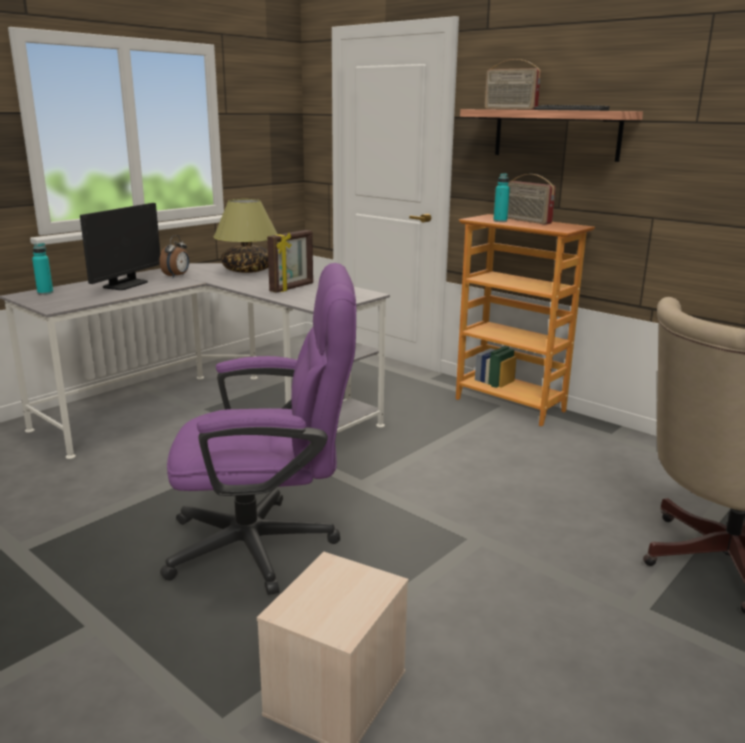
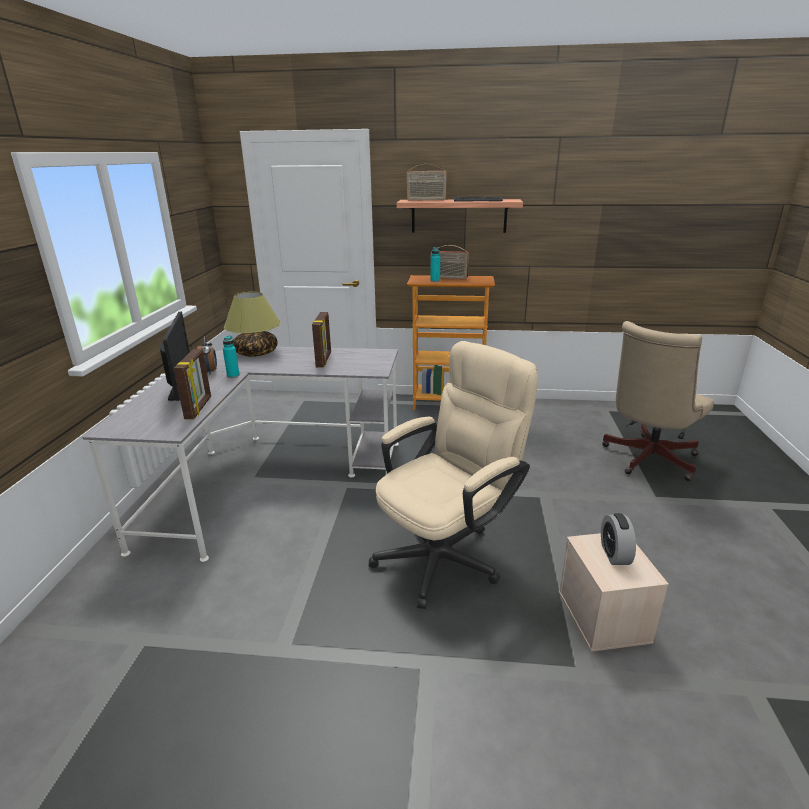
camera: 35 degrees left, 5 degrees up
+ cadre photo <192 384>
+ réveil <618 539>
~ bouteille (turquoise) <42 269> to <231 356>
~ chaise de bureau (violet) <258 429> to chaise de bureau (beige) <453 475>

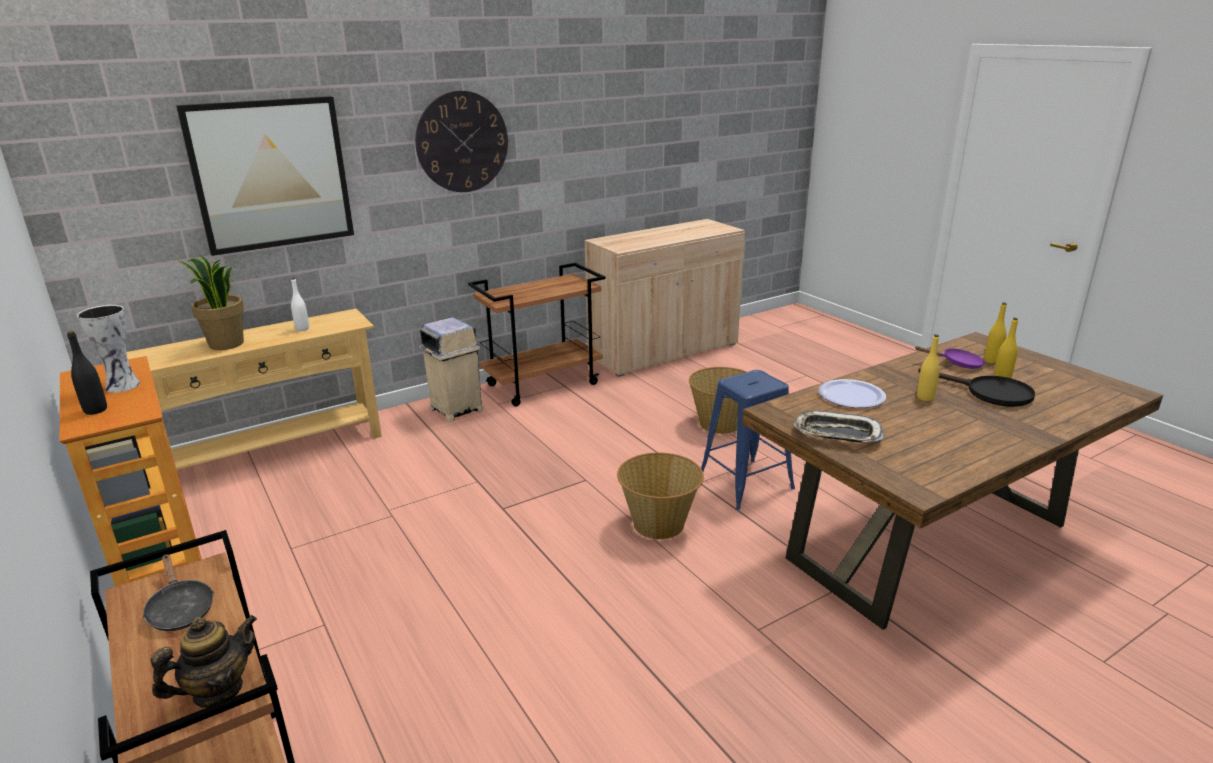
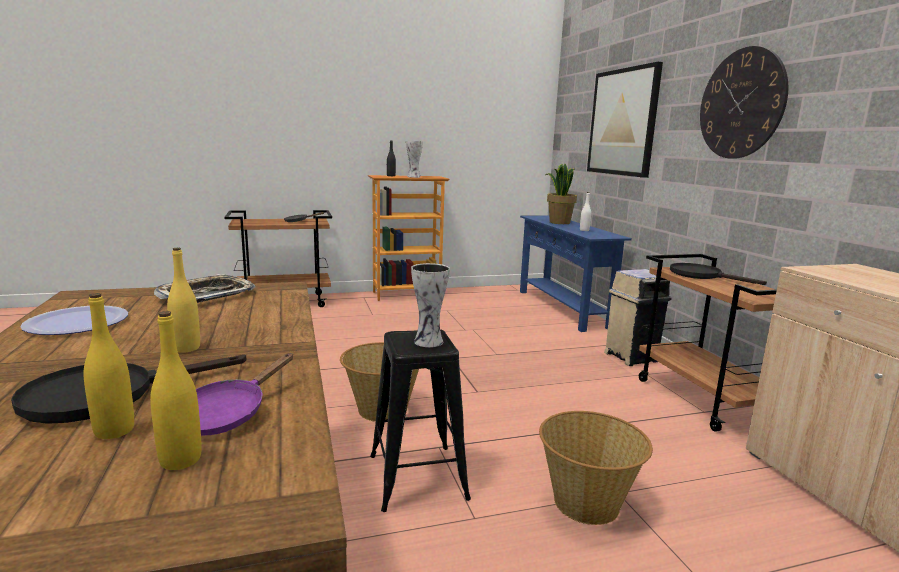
camera: 105 degrees right, 10 degrees down
- théière <204 661>
+ vase <430 305>
+ poêle (noir) <718 274>
~ assiette <852 393> to <74 320>
~ table console (beige) <254 398> to table console (bleu) <576 273>
~ tabouret (bleu) <748 440> to tabouret (noir) <420 420>

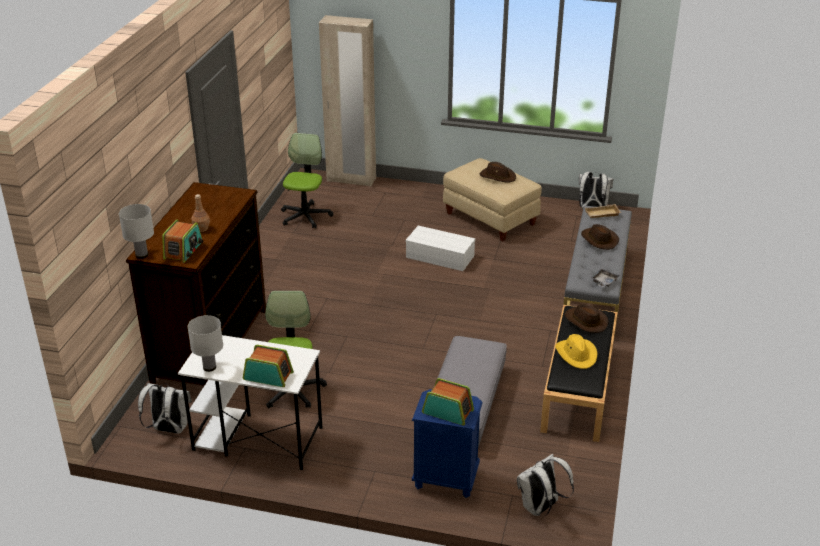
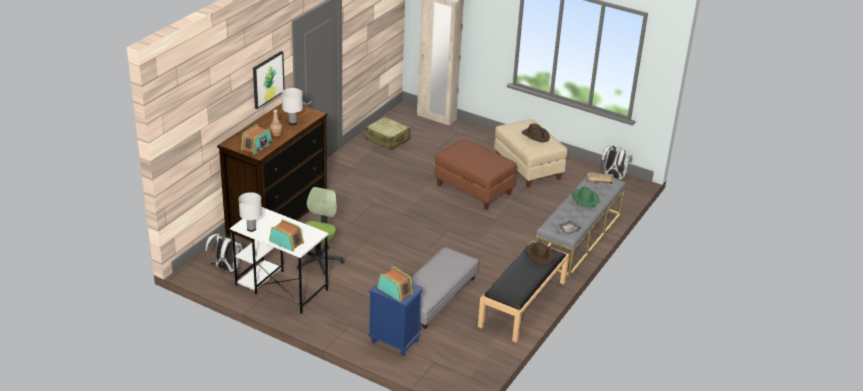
camera: 15 degrees right, 0 degrees up
- sac à dos (blanc) <545 485>
- chapeau (jaune) <576 351>
+ tableau <269 80>
~ lampe de table (blanc) <136 231> to <292 106>
~ chaise de bureau <307 180> to valise (beige) <387 133>
~ boîte de rangement (blanc) <440 248> to pouf (marron) <475 174>
~ chapeau (marron) <600 237> to chapeau (vert) <586 197>

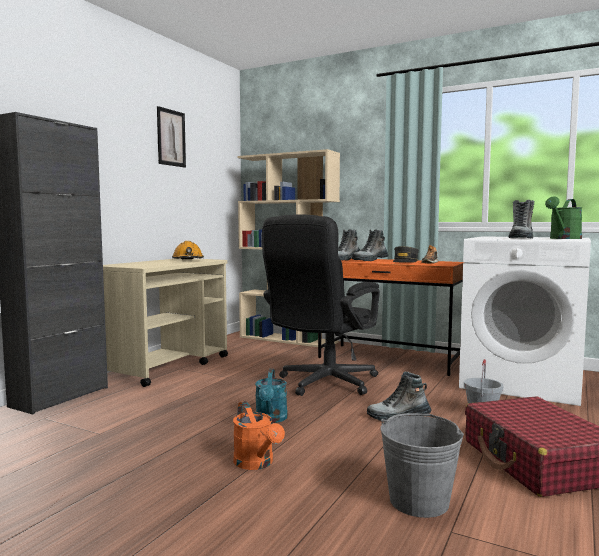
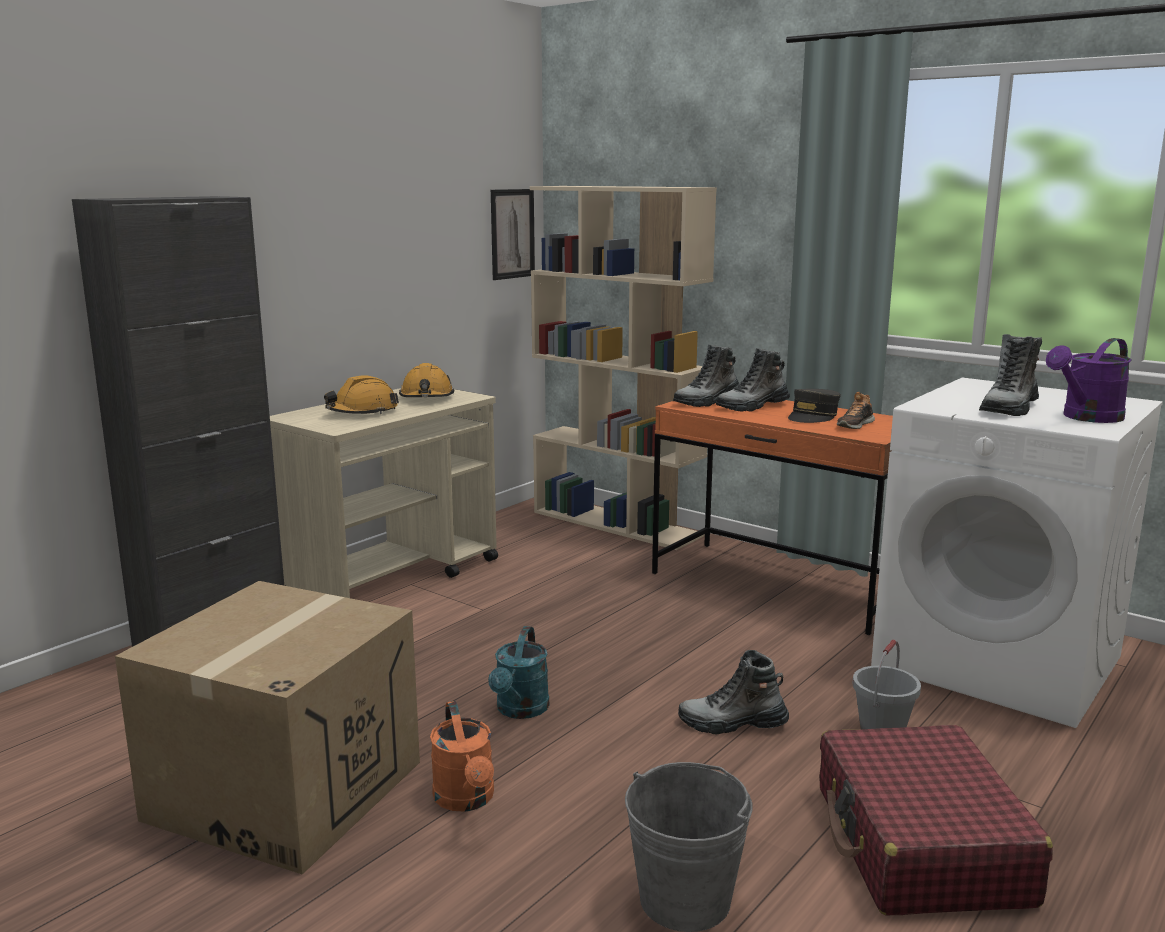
camera: 10 degrees right, 10 degrees up
- chaise de bureau (noir) <321 305>
+ carton <267 727>
+ casque de chantier (orange) <361 394>
~ tableau <171 137> to <513 234>
~ arrosoir (vert) <564 218> to arrosoir (violet) <1089 380>

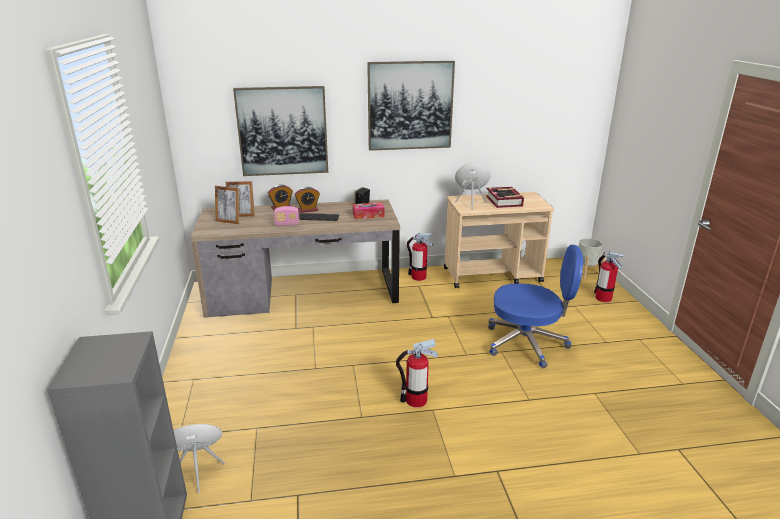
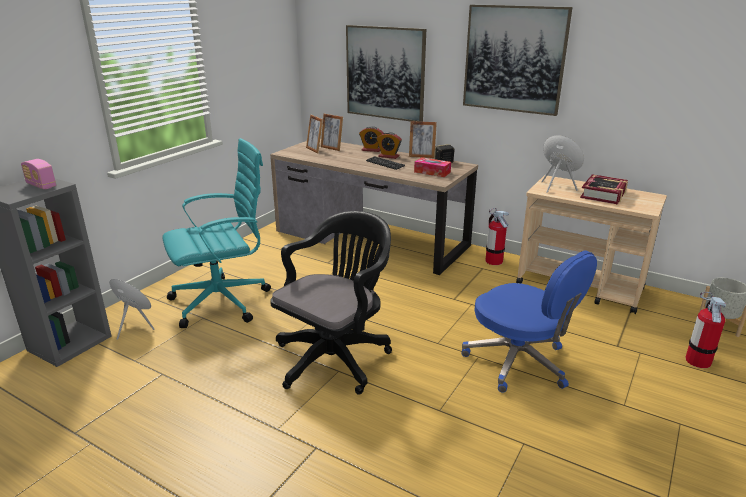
camera: 40 degrees right, 0 degrees up
+ chaise de bureau (turquoise) <216 233>
+ cadre photo <423 139>
~ radio <286 216> to <38 174>
~ extincteur <417 373> to chaise de bureau (noir) <331 303>

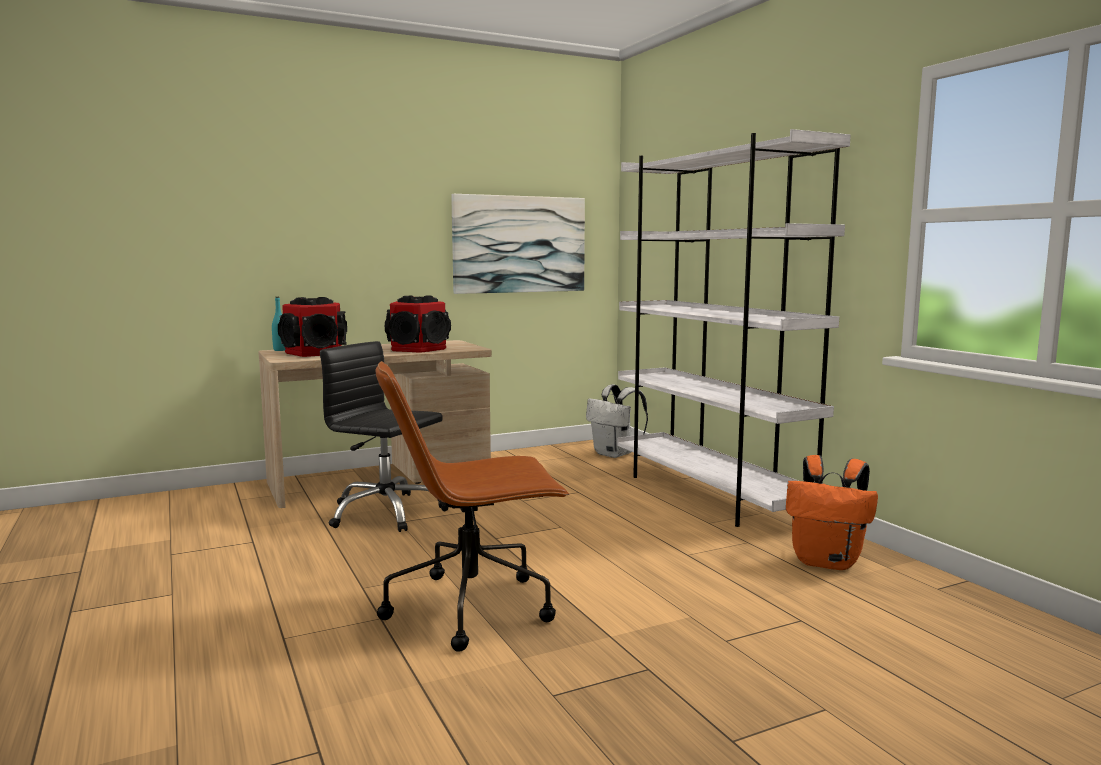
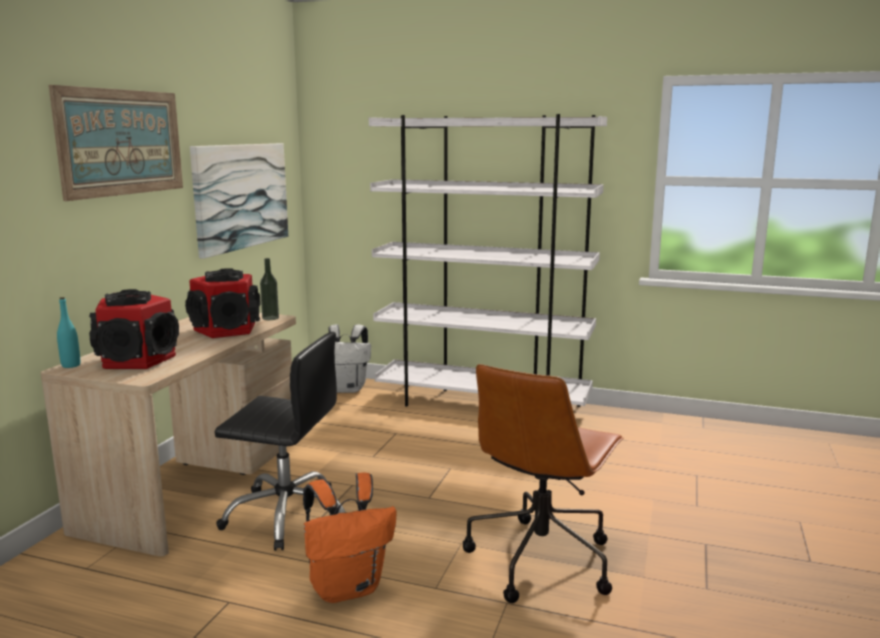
camera: 45 degrees left, 5 degrees up
+ tableau <116 143>
+ bouteille <269 289>
~ sac à dos (orange) <832 512> to <350 538>
~ chaise de bureau (noir) <384 436> = <281 441> 150 degrees counterclockwise

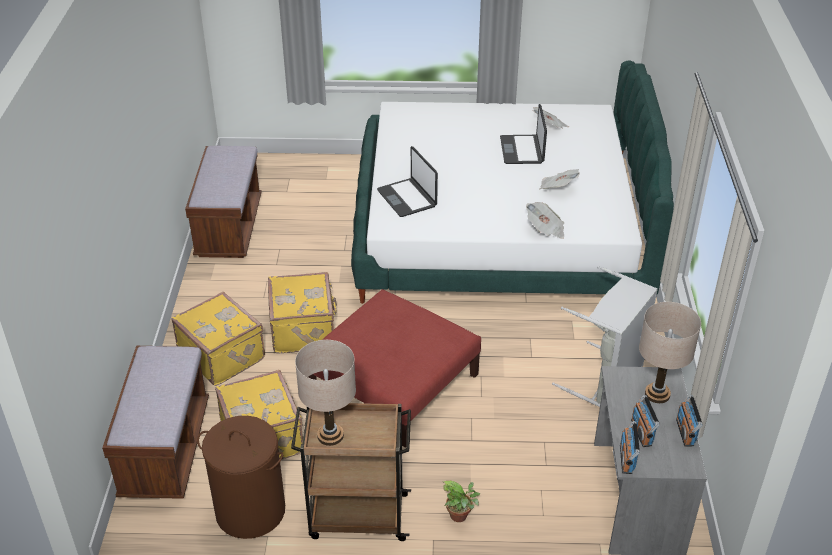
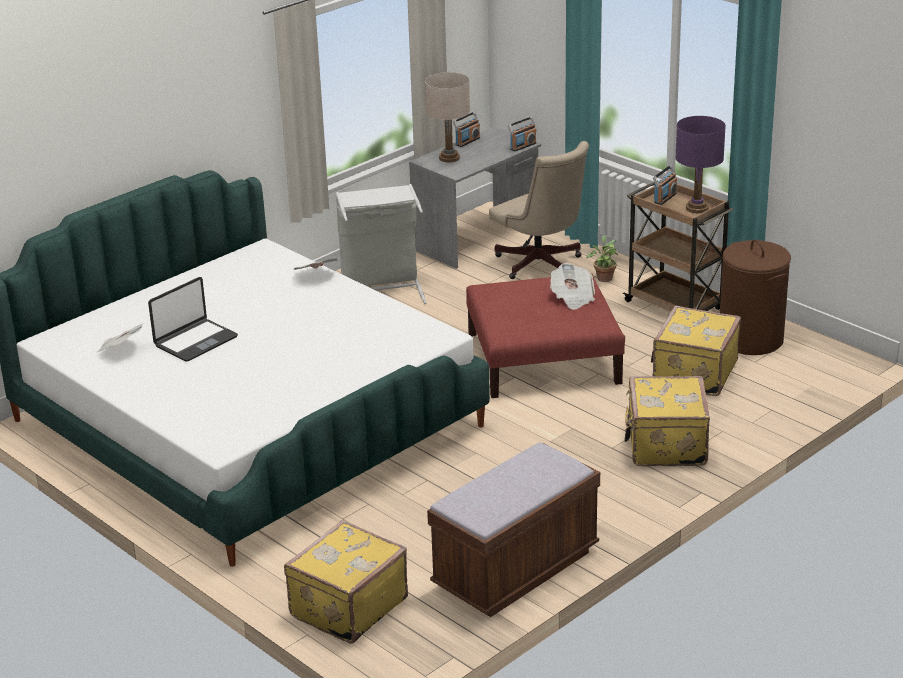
camera: 135 degrees left, 10 degrees down
- banc (marron) <155 422>
- ordinateur portable <407 181>
+ chaise de bureau (beige) <539 210>
~ valise (jaune) <302 312> to <346 582>
~ journal <560 179> to <572 286>
~ radio <645 421> to <665 185>
~ lampe de table (beige) <325 393> to lampe de table (violet) <700 164>

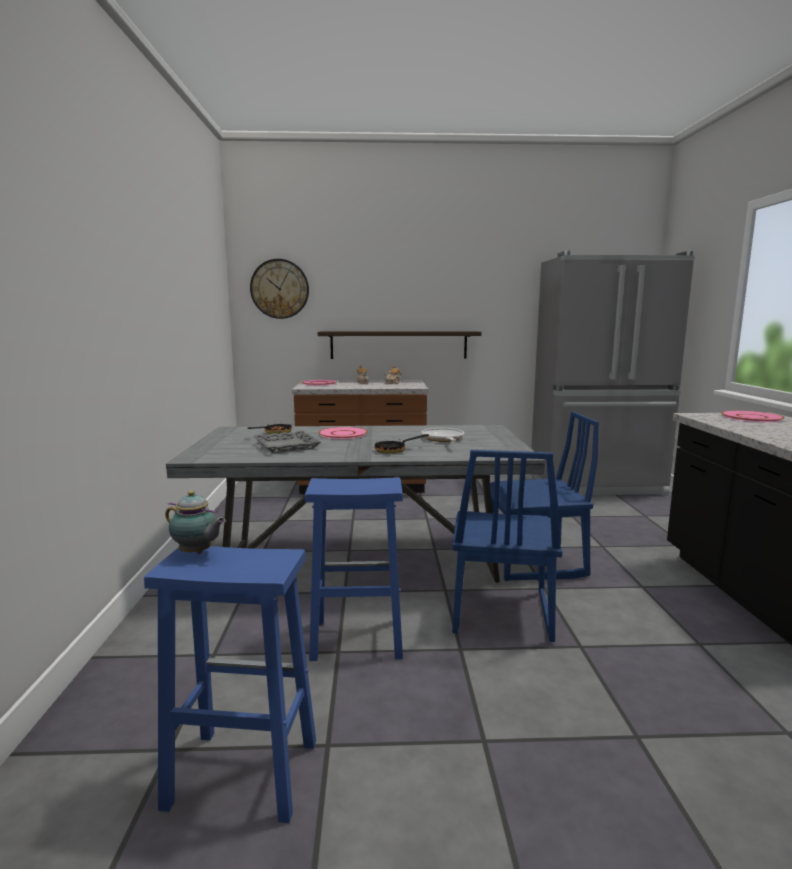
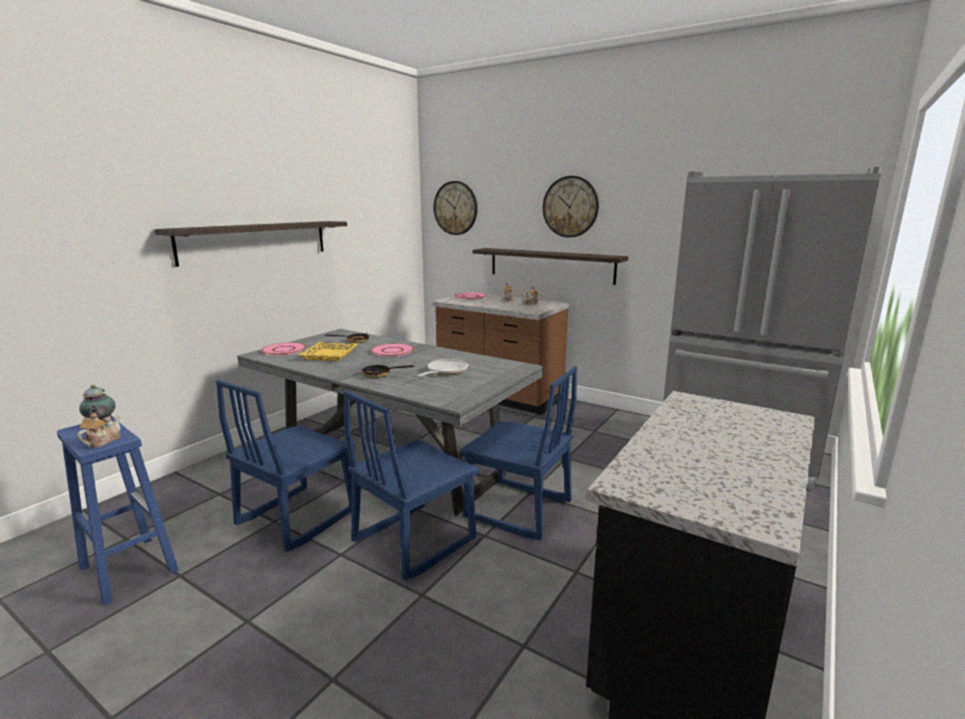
camera: 35 degrees right, 5 degrees up
+ théière <99 430>
+ étagère <251 244>
+ horloge murale <571 207>
~ assiette (rose) <753 416> to <283 349>
~ tabouret (bleu) <354 569> to chaise (bleu) <285 466>
~ plateau (gris) <287 441> to plateau (jaune) <328 351>

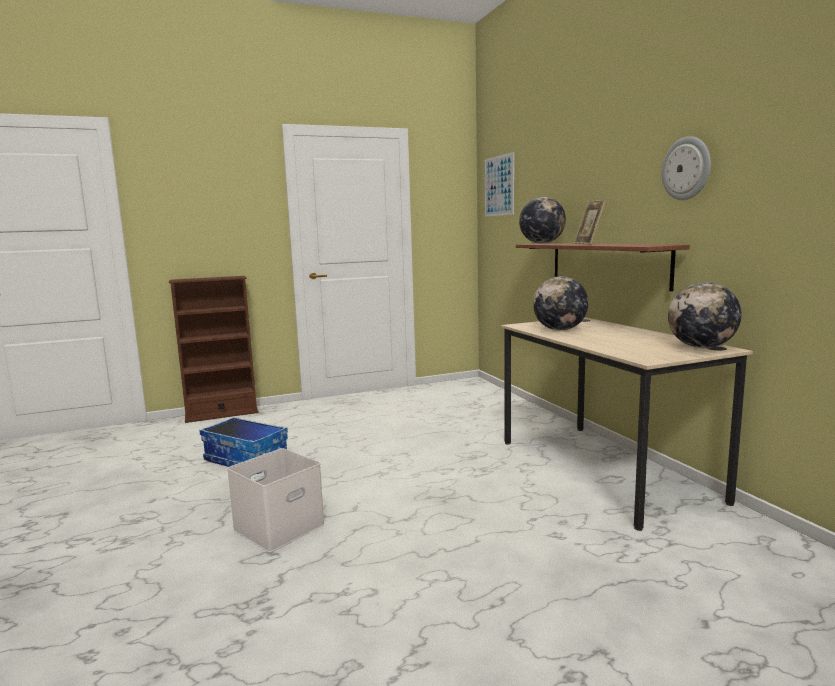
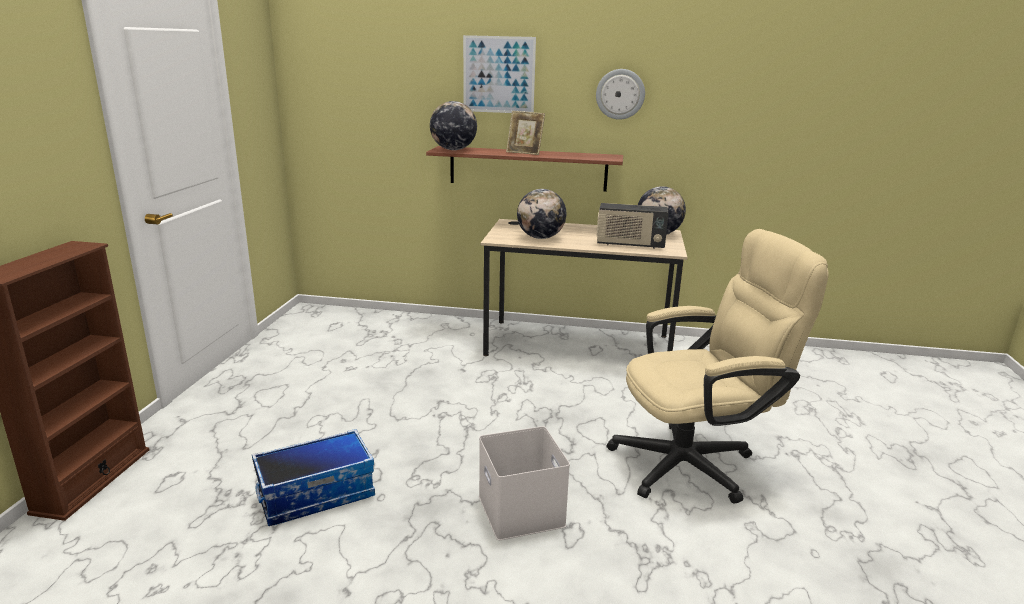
camera: 60 degrees left, 10 degrees up
+ radio <633 225>
+ chaise de bureau (beige) <718 366>
~ tableau <499 184> to <499 74>

